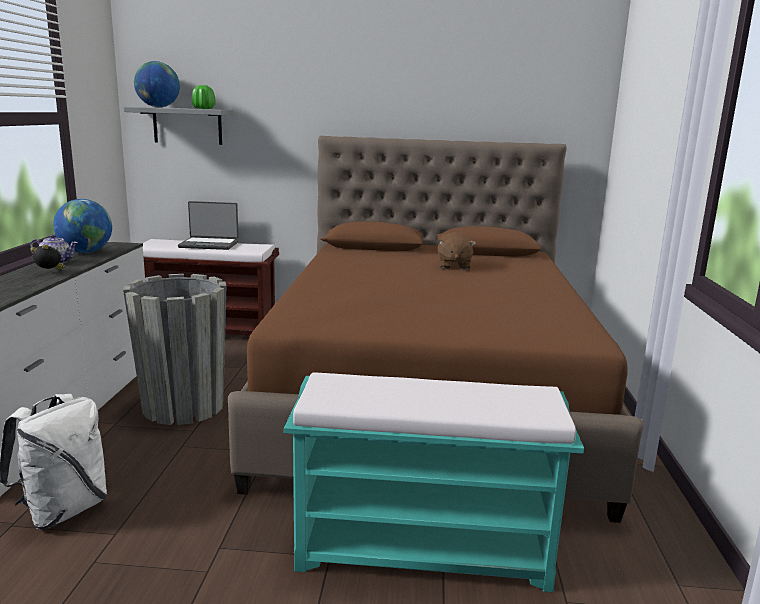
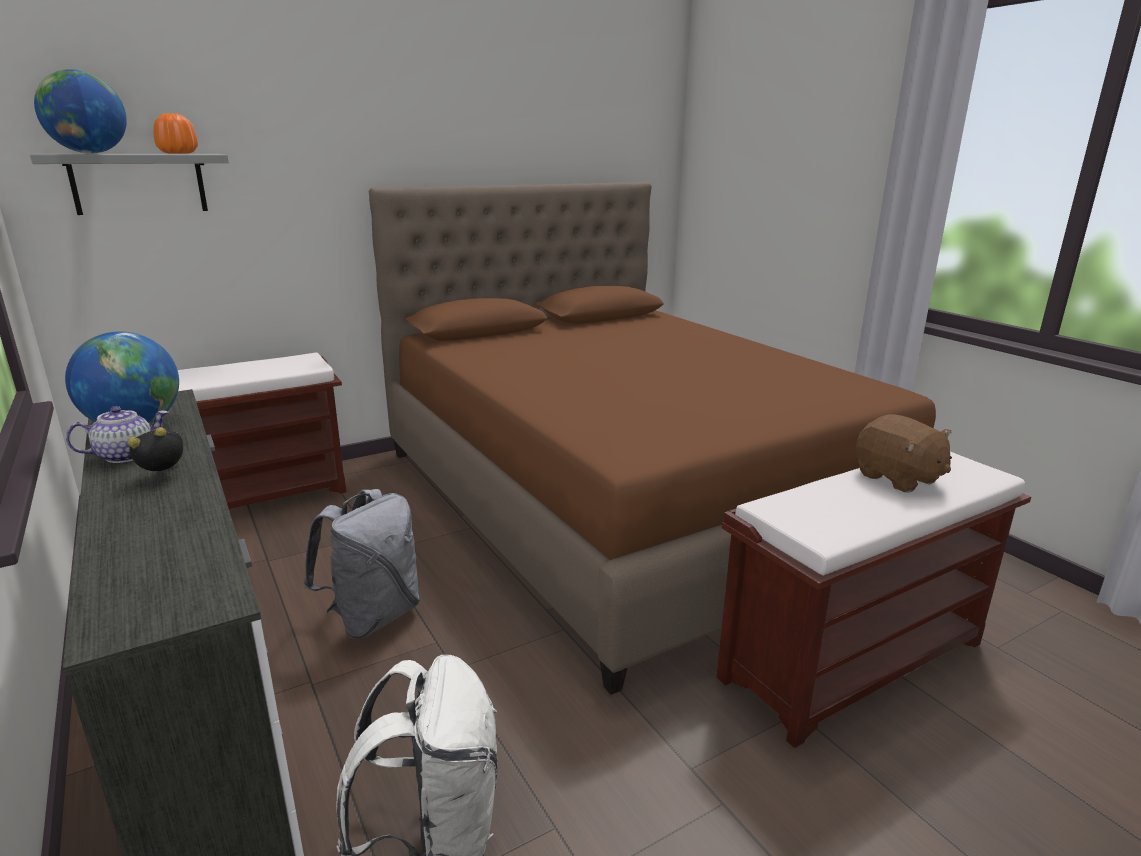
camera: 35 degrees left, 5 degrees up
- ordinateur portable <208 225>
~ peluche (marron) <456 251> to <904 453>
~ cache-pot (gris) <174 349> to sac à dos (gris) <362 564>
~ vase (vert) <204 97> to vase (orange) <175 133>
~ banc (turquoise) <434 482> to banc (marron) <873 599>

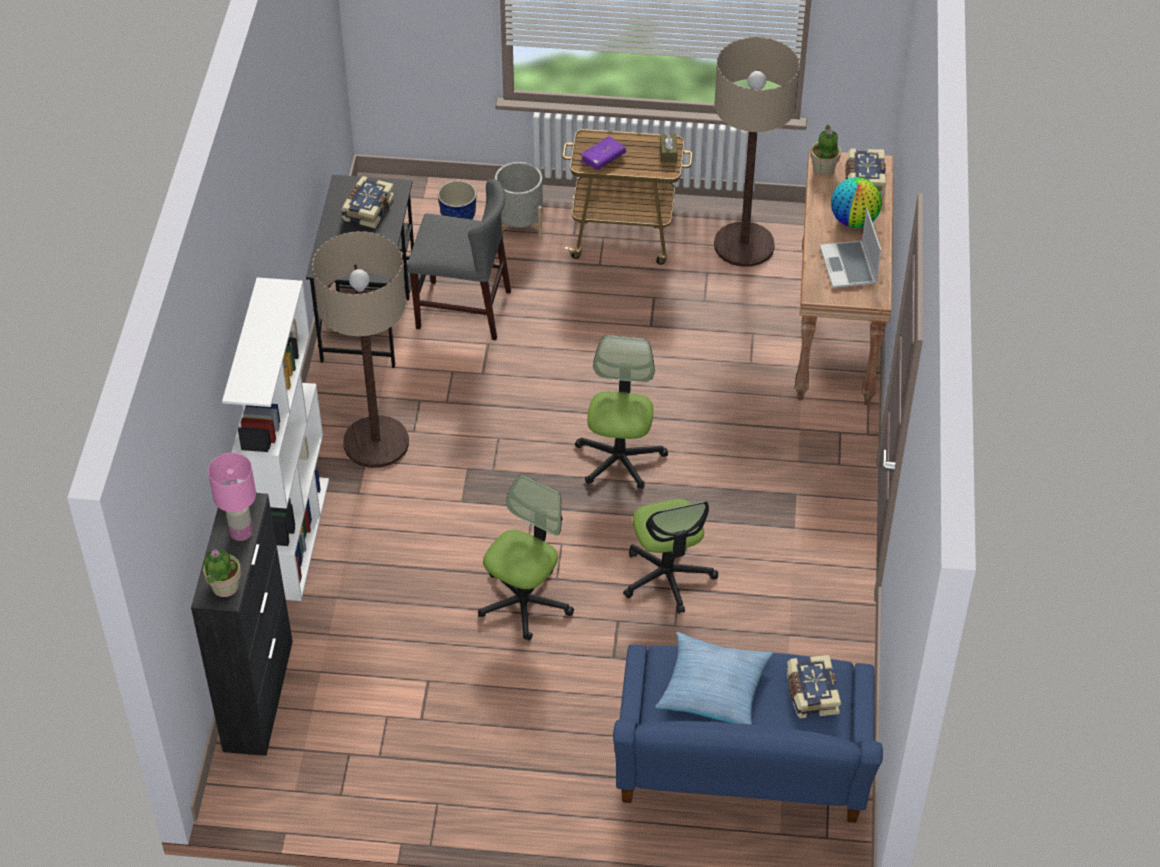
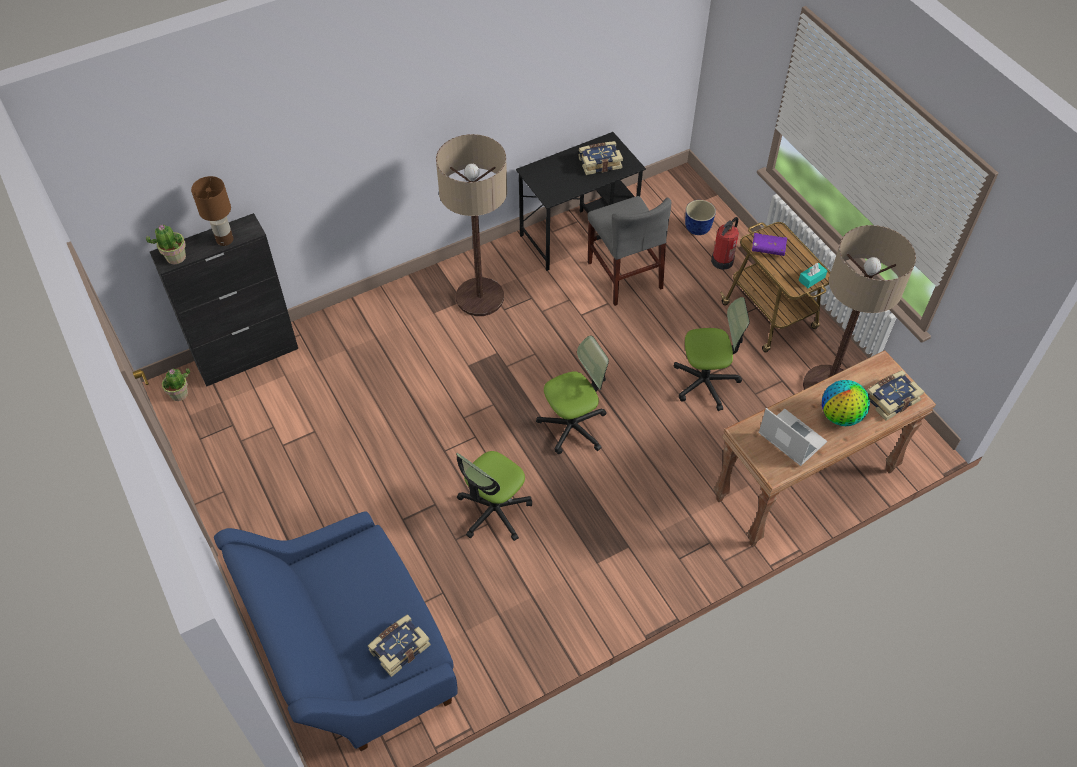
camera: 55 degrees right, 5 degrees up
- bibliothèque (blanc) <275 439>
- coussin <714 678>
~ chaise de bureau <526 558> to <712 354>
~ plante en pot <825 150> to <176 384>
~ cache-pot (gris) <519 201> to extincteur <725 243>
~ lampe de table (rose) <232 497> to lampe de table (marron) <212 211>
~ boîte à mouchoirs (marron) <668 147> to boîte à mouchoirs (turquoise) <813 275>
~ ordinateur portable <850 248> = <792 437> 90 degrees clockwise

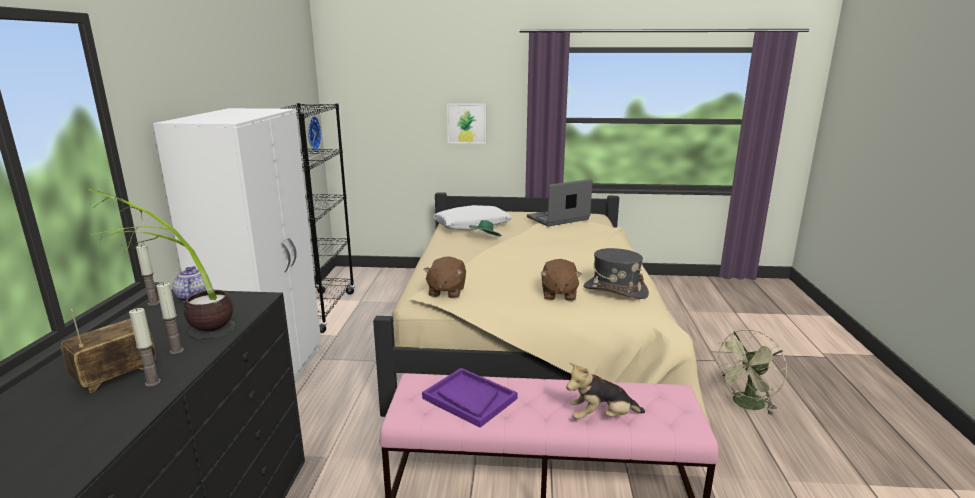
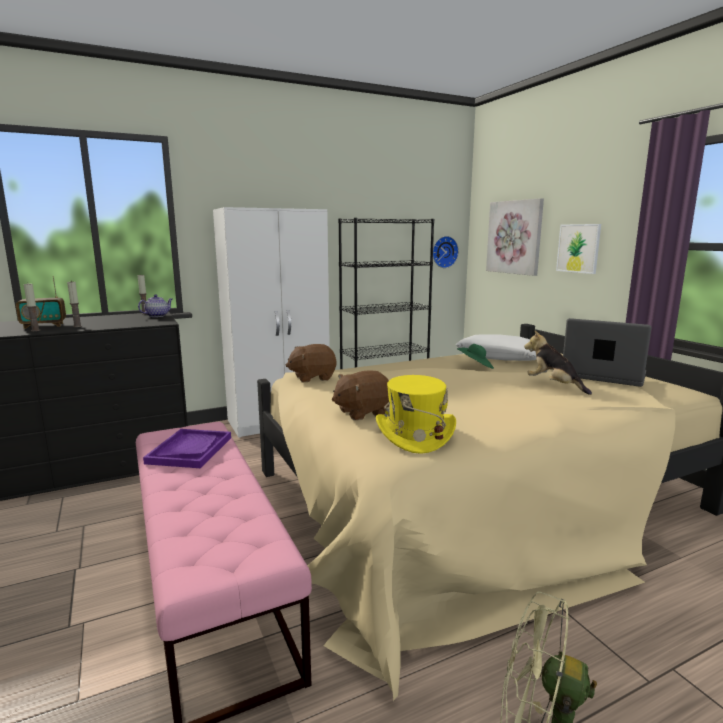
camera: 60 degrees right, 5 degrees down
- plante en pot <161 263>
+ tableau <515 237>
~ peluche <605 390> to <558 363>
~ chapeau (gris) <616 273> to chapeau (jaune) <416 414>
~ radio <108 350> = <41 302> 150 degrees clockwise

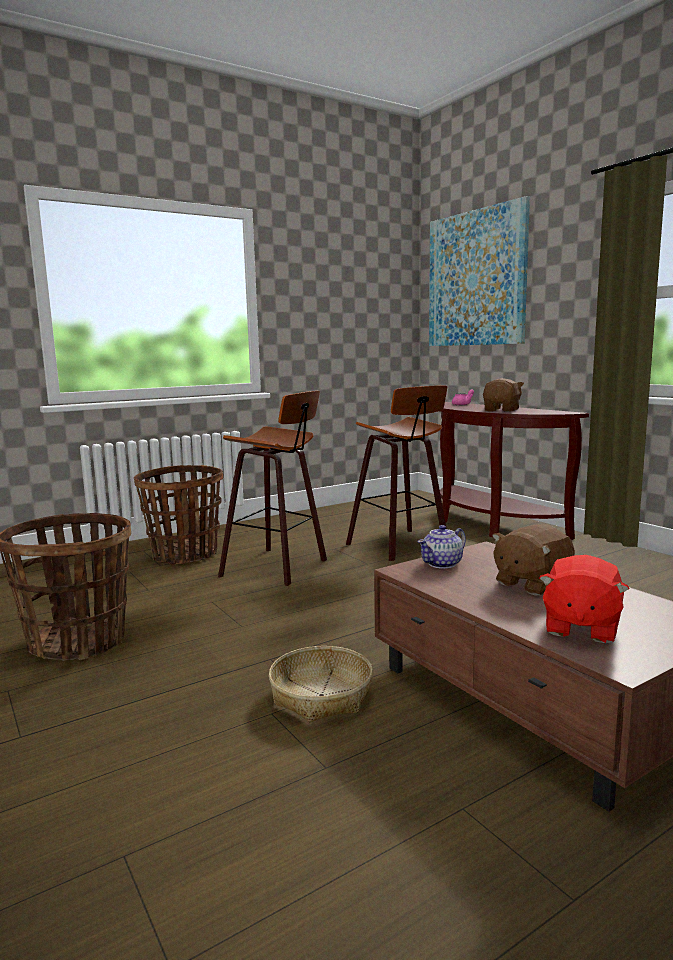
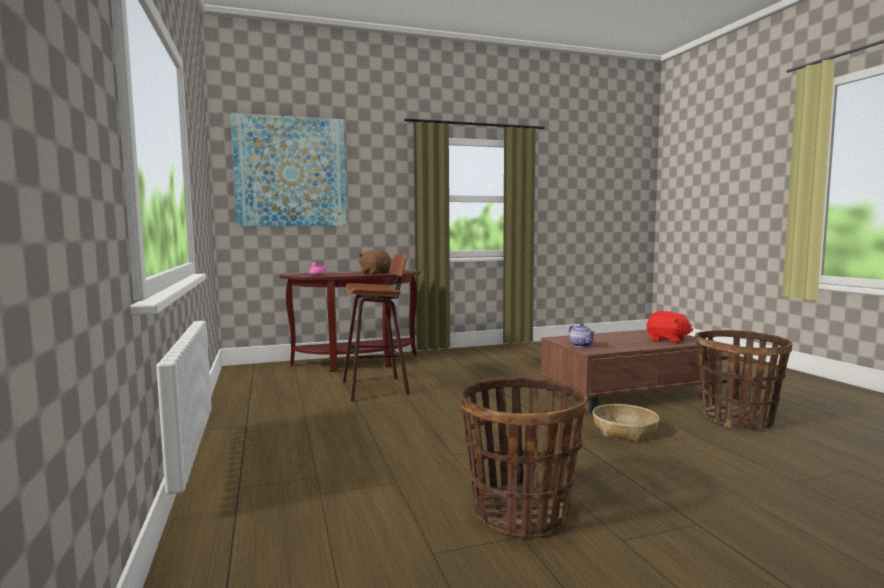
camera: 75 degrees left, 5 degrees down
- tabouret <272 488>
- peluche (marron) <533 559>
~ panier <178 515> to <743 380>

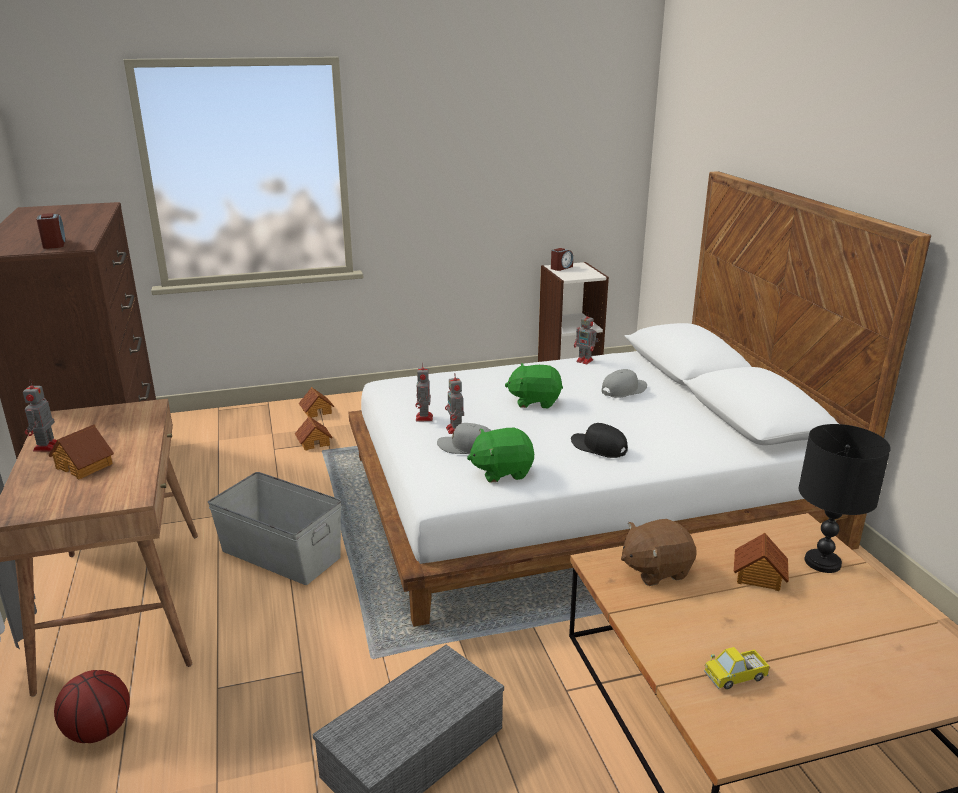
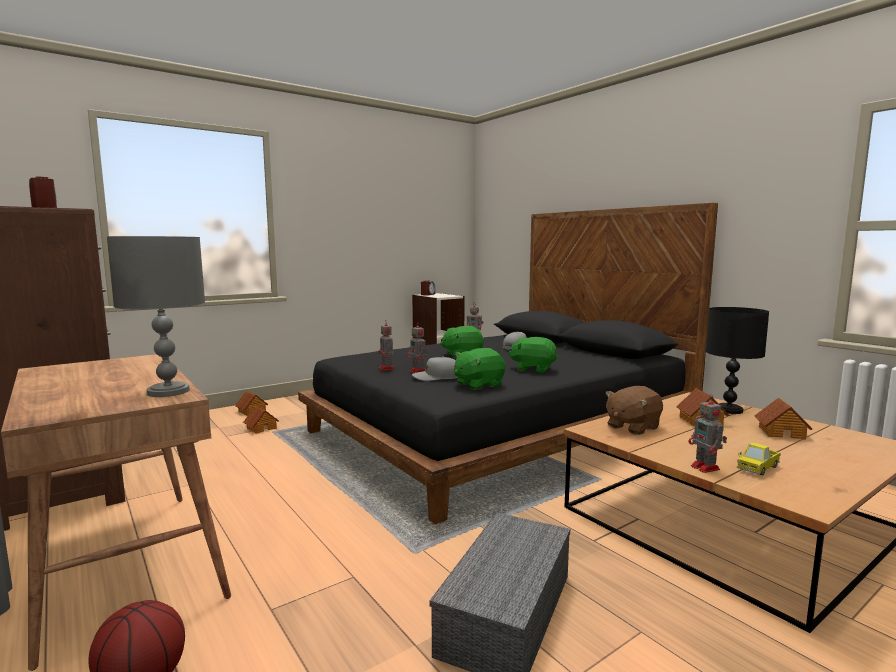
camera: 20 degrees left, 15 degrees down
- boîte de rangement (gris) <275 528>
+ lampe de table (gris) <156 316>
~ robot jouet <40 416> to <708 433>
~ maison miniature <81 451> to <783 418>
~ casquette (noir) <599 440> to peluche (vert) <533 355>
~ lit (blanc) <639 399> to lit (noir) <508 363>

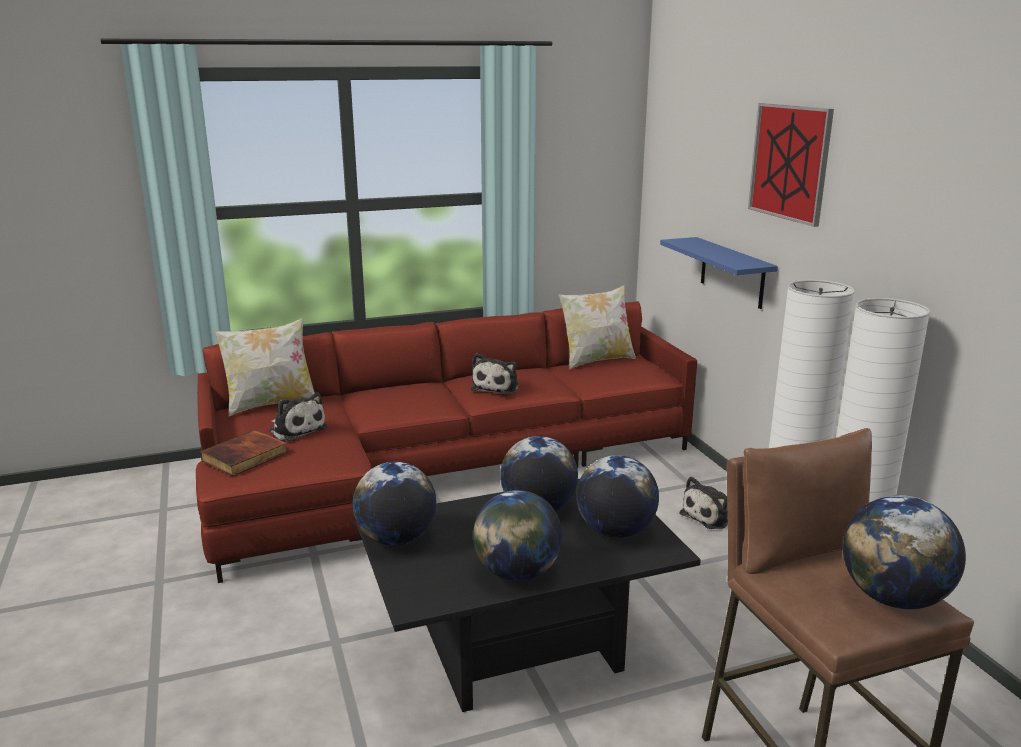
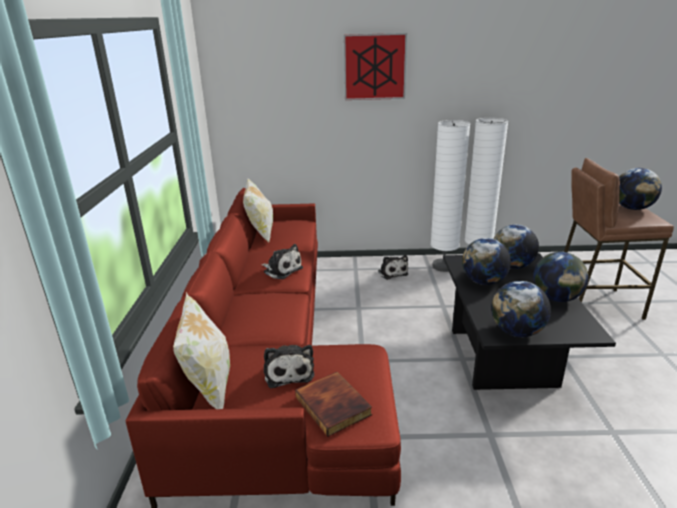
camera: 70 degrees left, 5 degrees up
- étagère (bleu) <719 273>
~ peluche <298 416> = <289 366> 105 degrees clockwise

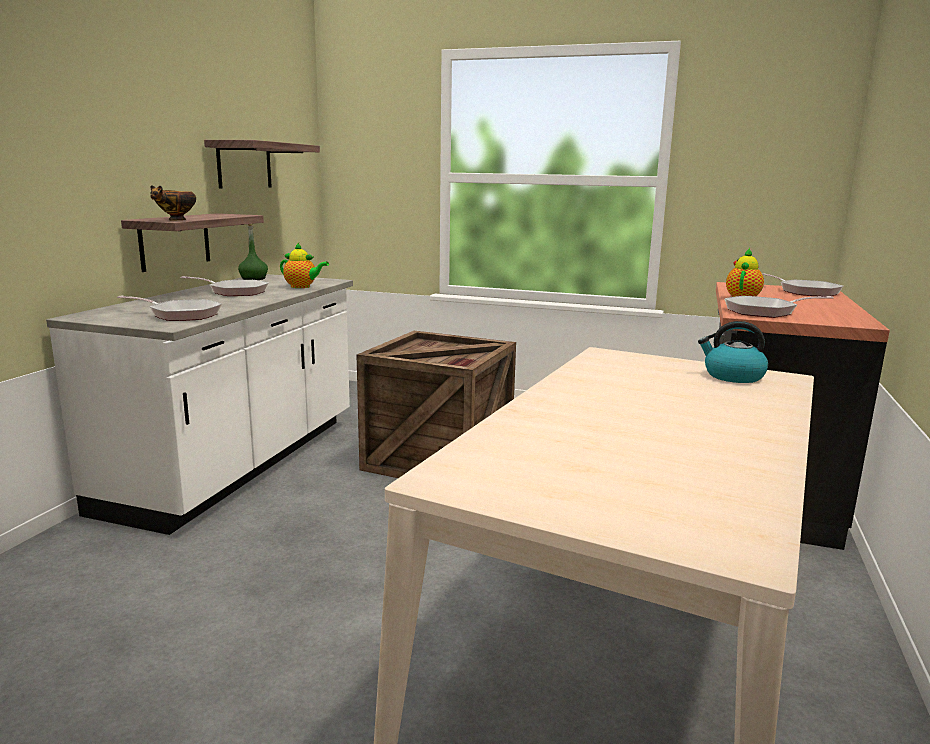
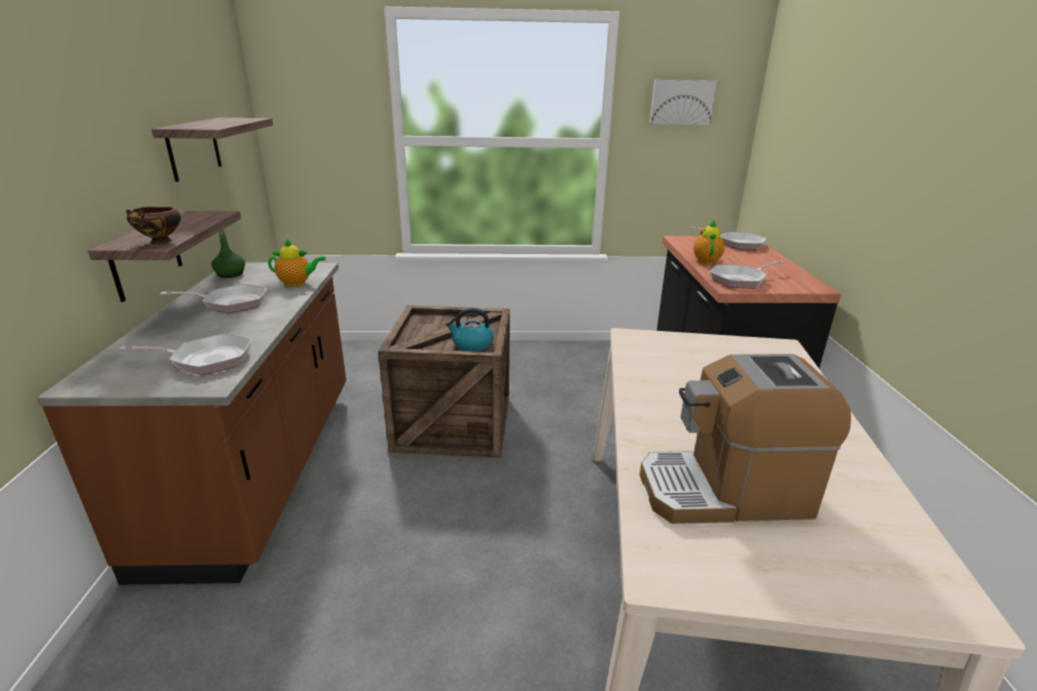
camera: 20 degrees left, 10 degrees up
+ machine à café <745 439>
+ tableau <683 102>
~ bouilloire <733 352> to <470 330>
~ comptoir de cuisine (blanc) <199 404> to comptoir de cuisine (marron) <191 423>

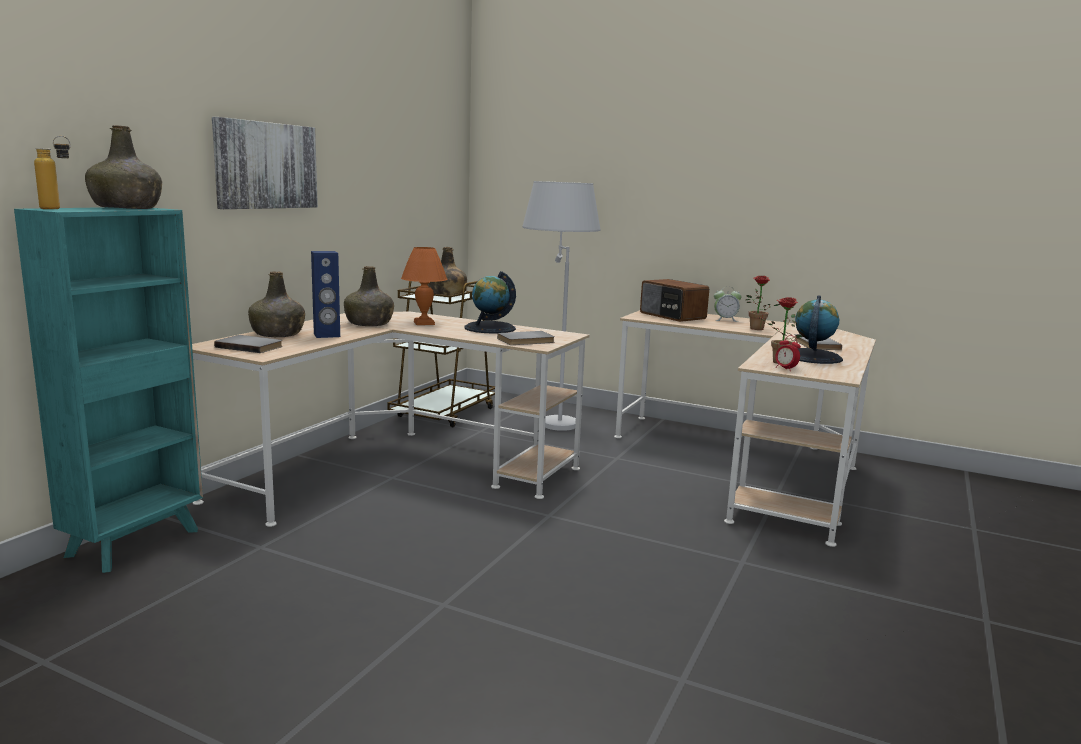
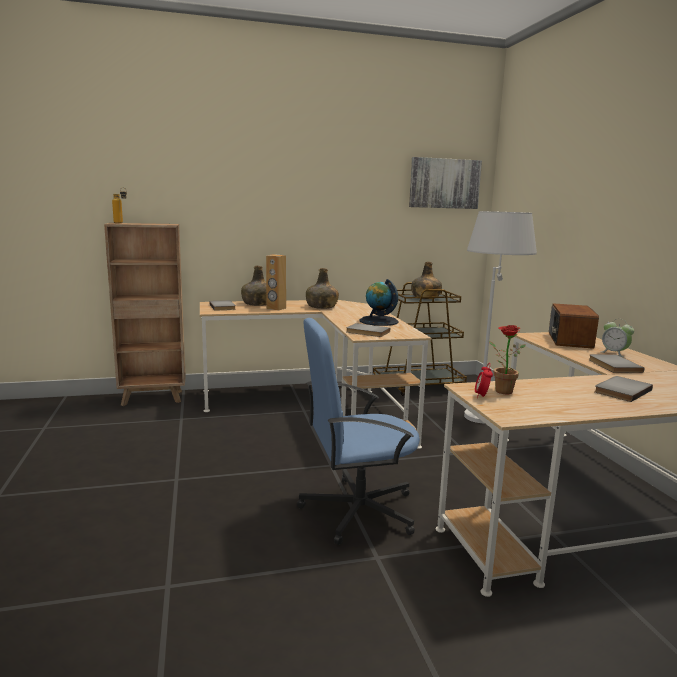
camera: 50 degrees right, 0 degrees up
- bouteille (vert) <123 167>
- lampe de table (orange) <424 286>
- globe <819 329>
+ chaise de bureau (bleu) <358 431>
~ tableau <265 163> to <445 183>
~ plante en pot <763 303> to livre (gris) <616 363>
~ bibliothèque (turquoise) <108 390> to bibliothèque (marron) <145 314>
~ enceinte (bleu) <325 294> to enceinte (marron) <276 282>

